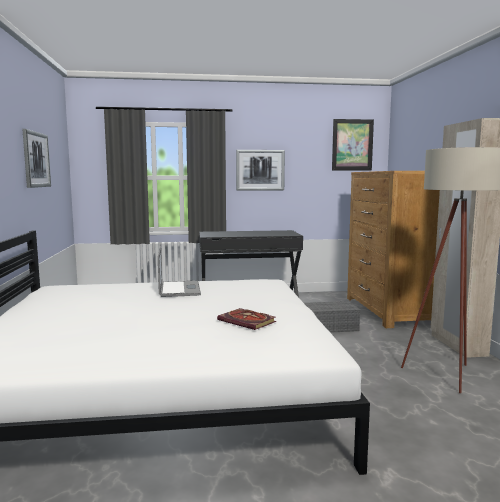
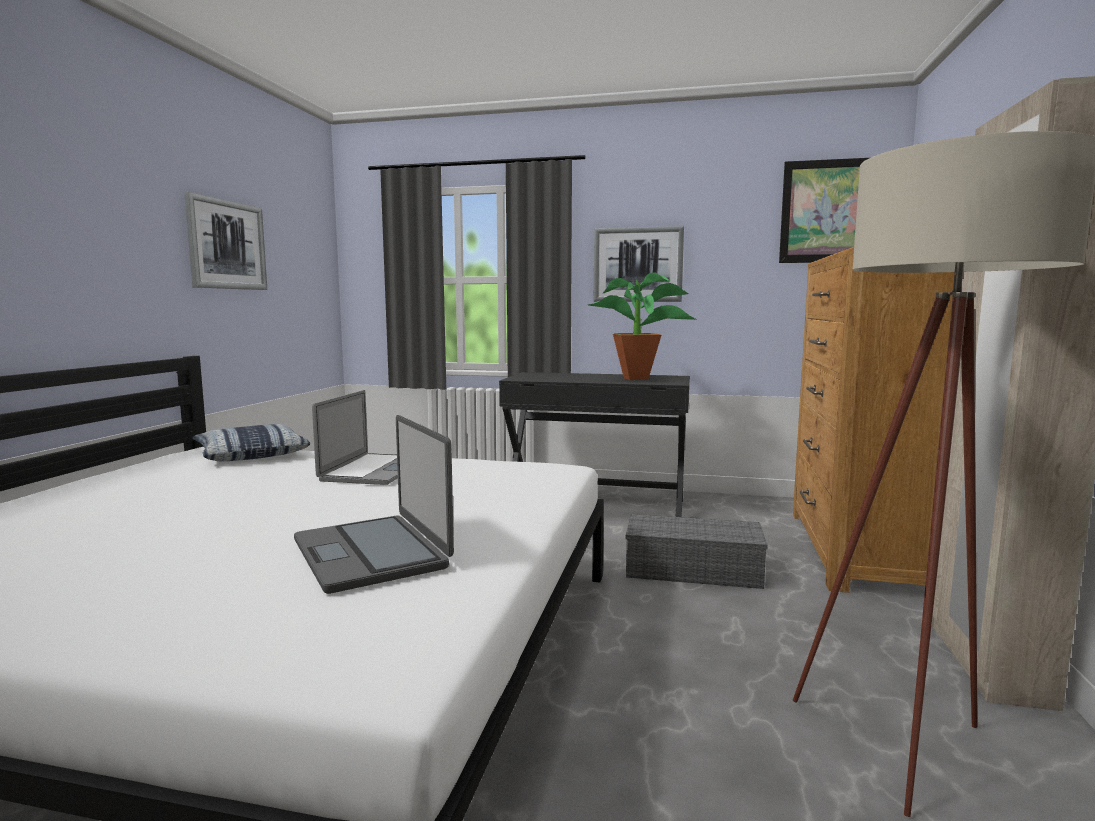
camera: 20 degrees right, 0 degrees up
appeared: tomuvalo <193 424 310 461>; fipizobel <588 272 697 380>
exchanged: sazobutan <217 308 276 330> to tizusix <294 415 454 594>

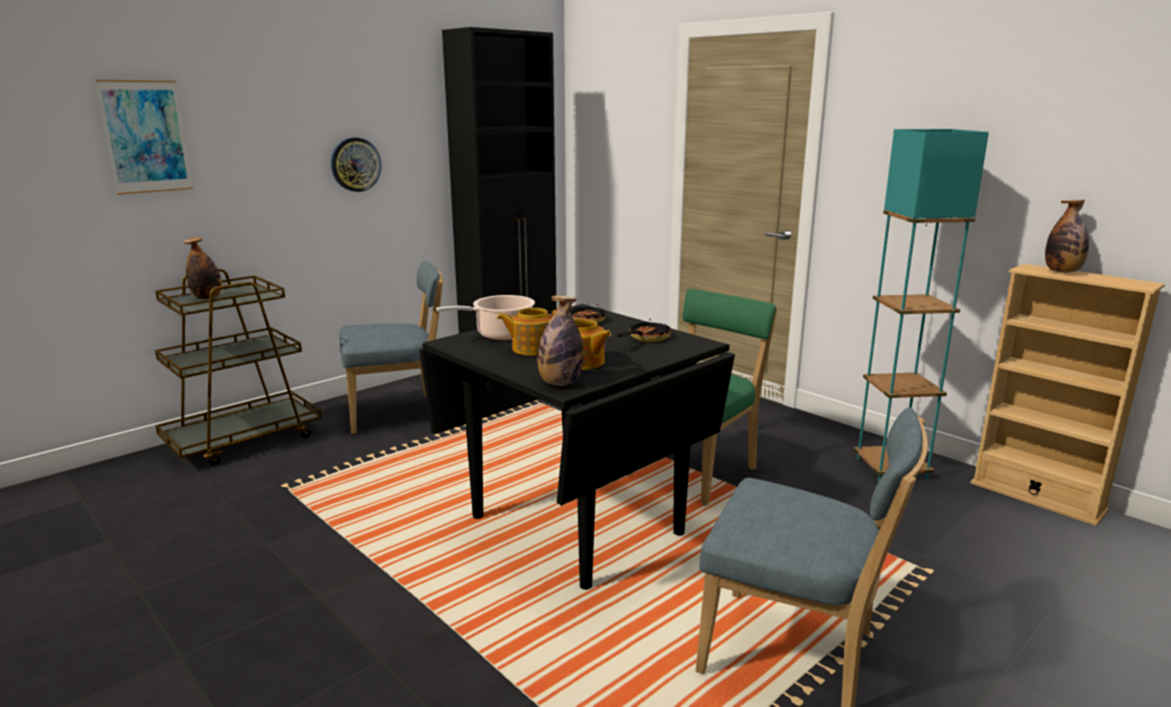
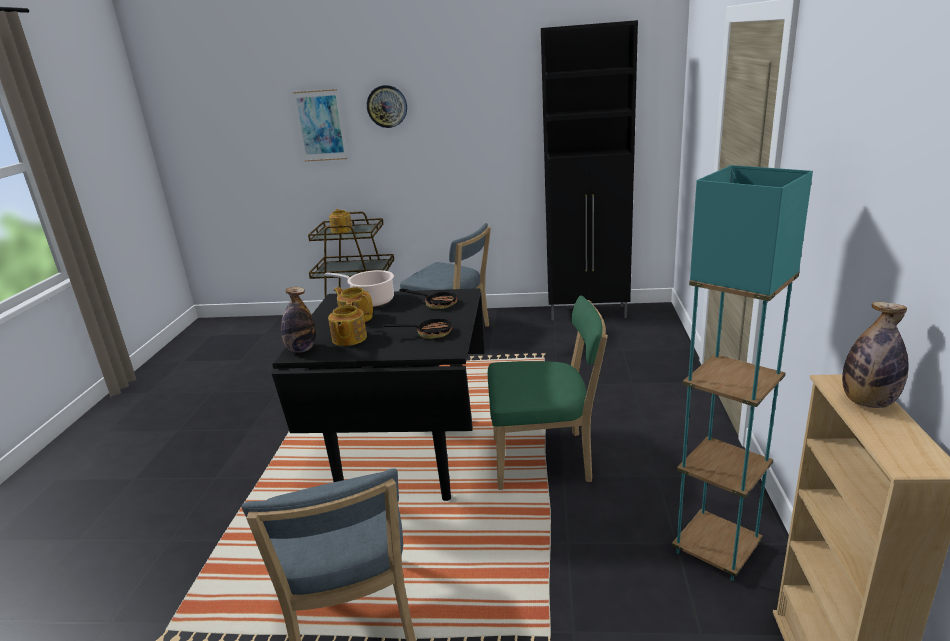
camera: 50 degrees right, 5 degrees up
relocated: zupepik <331 138 382 192> to <367 85 407 128>
exchanged: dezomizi <184 237 222 299> to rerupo <329 209 352 233>

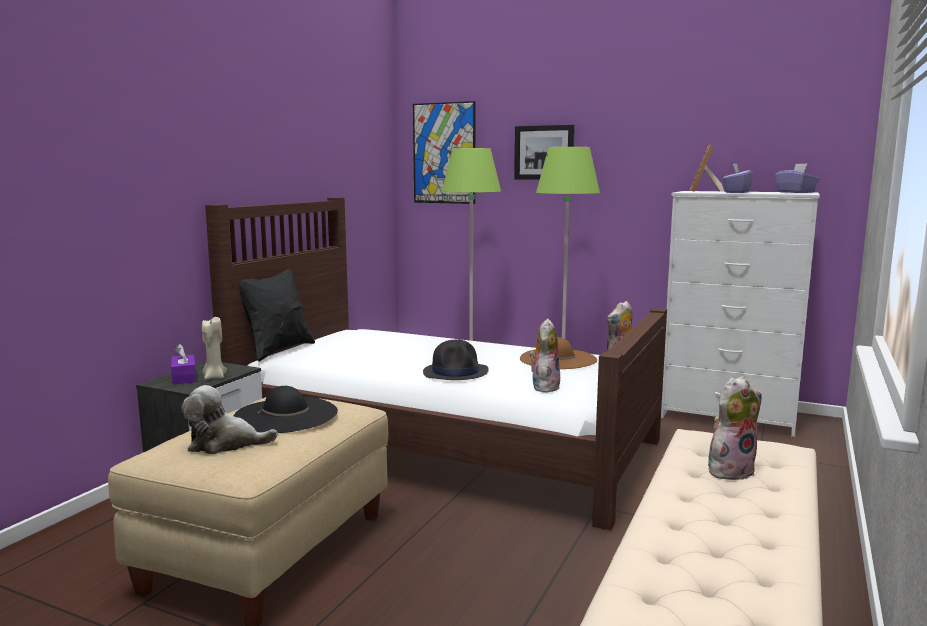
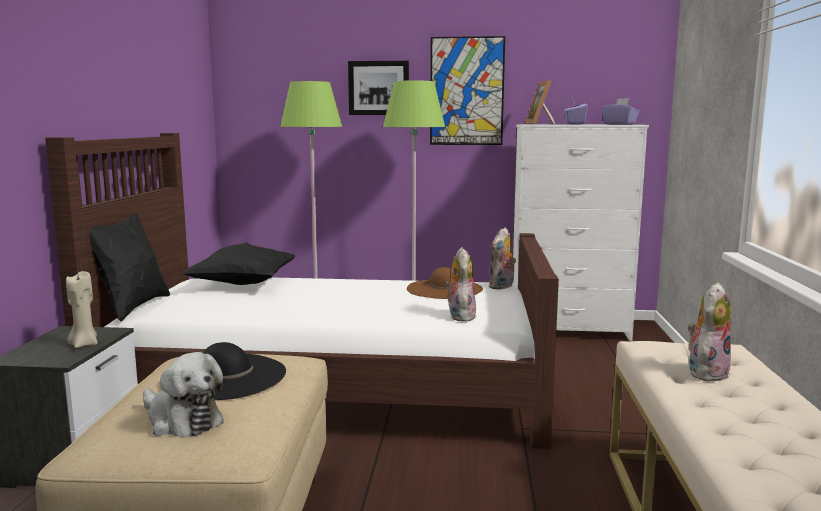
camera: 20 degrees left, 0 degrees up
missing: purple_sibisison <171 344 197 384>; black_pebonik <423 339 489 380>
appeared: black_tomuvalo <182 242 295 285>
relocated: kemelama <413 101 476 204> to <430 36 505 145>
spun: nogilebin <182 385 278 454> = <143 352 224 438> 120 degrees counterclockwise

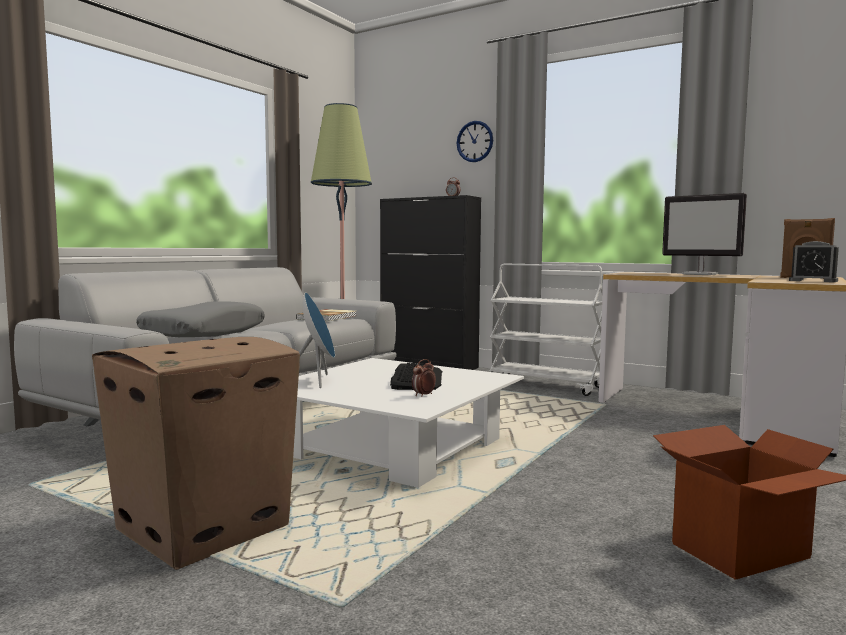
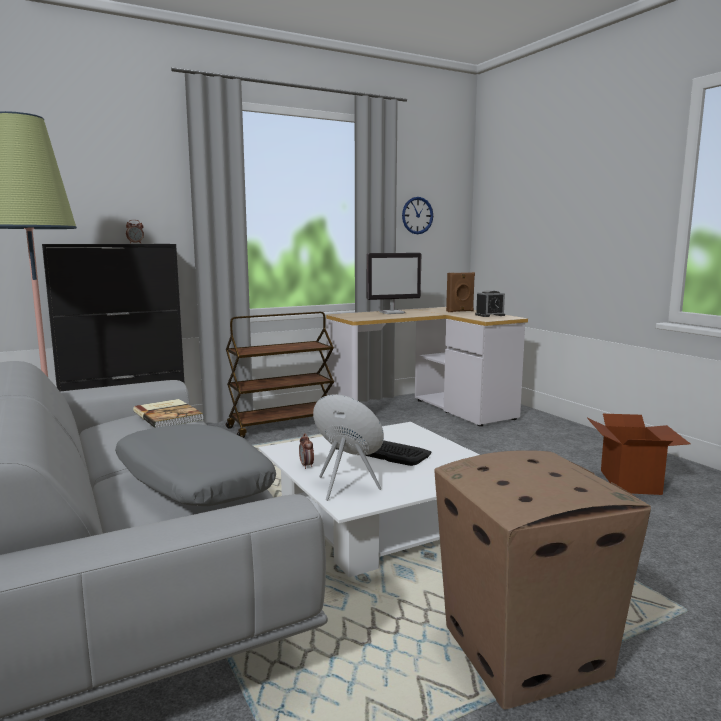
camera: 60 degrees left, 5 degrees up
relocated: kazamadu <412 359 436 396> to <299 433 314 469>; zupepik <457 121 493 162> to <402 197 433 234>
colour: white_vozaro <489 264 603 396> to brown_vozaro <226 312 334 438>

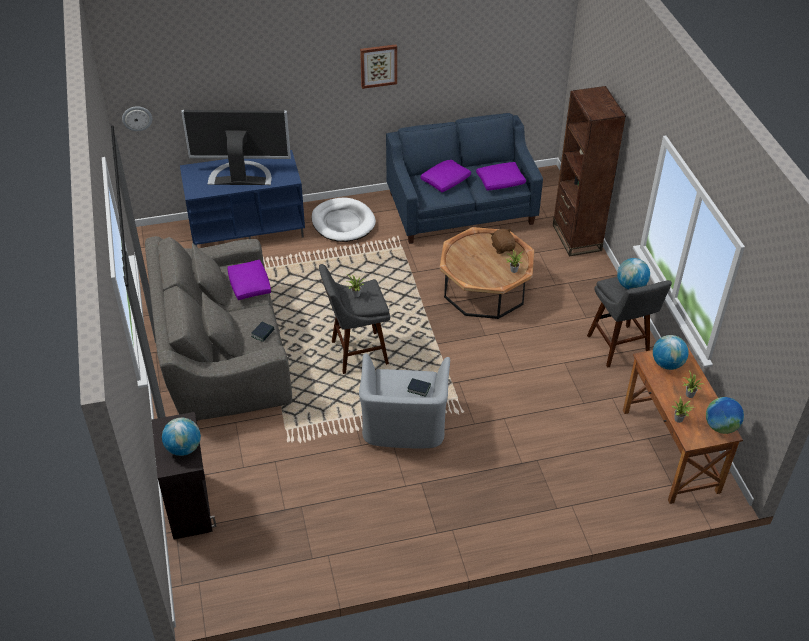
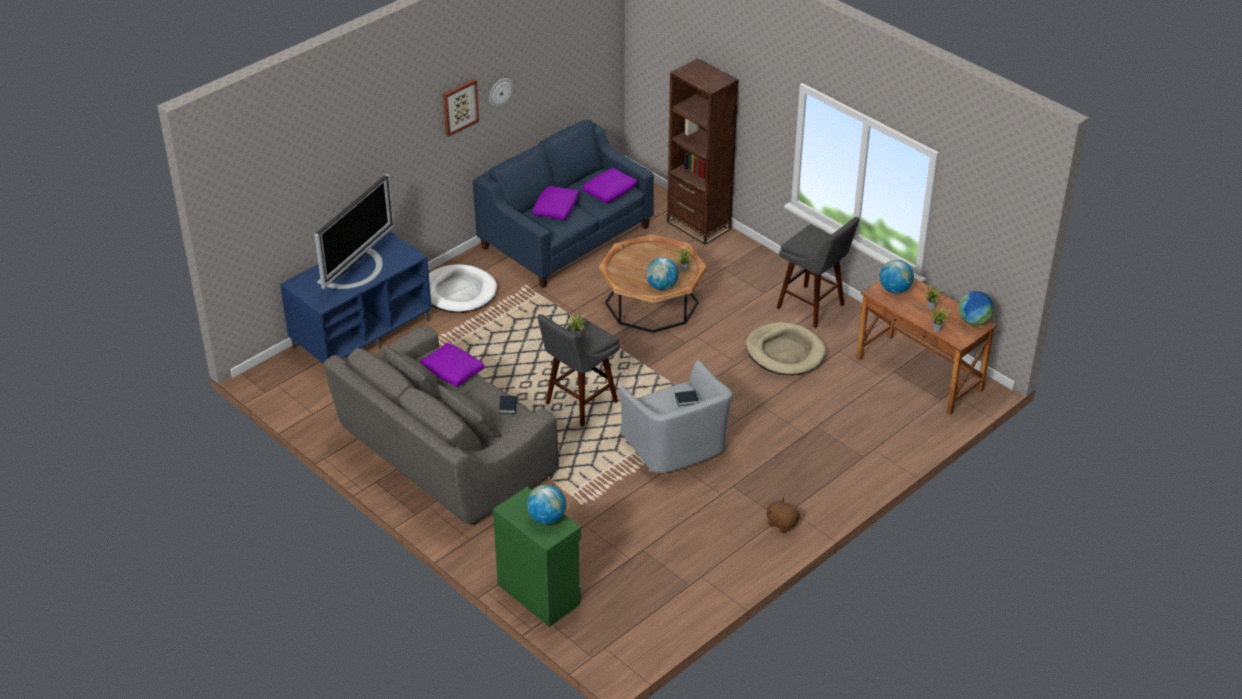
camera: 30 degrees left, 5 degrees down
appeared: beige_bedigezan <745 322 826 375>
relocated: zupepik <122 106 152 131> to <489 78 513 107>; brown_nogilebin <491 229 516 254> to <767 498 800 533>; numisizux <617 258 650 290> to <646 257 679 290>
colour: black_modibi <152 412 217 540> to green_modibi <493 487 581 627>
spun: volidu <181 110 291 185> = <314 174 394 289> 150 degrees clockwise

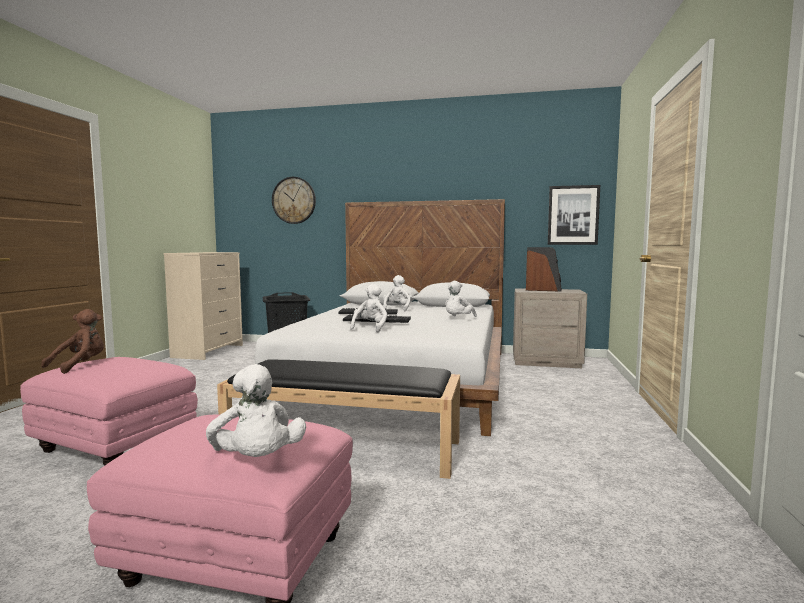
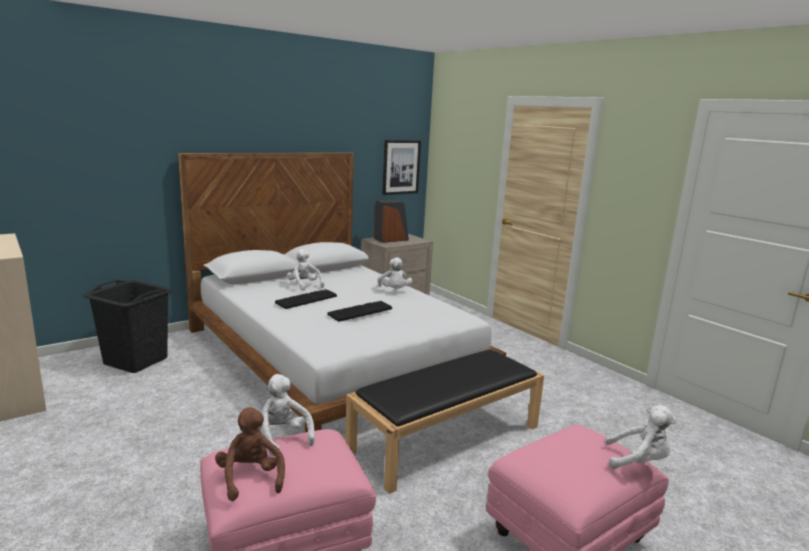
camera: 50 degrees left, 10 degrees up
missing: zupepik <272 177 316 224>
relocated: white_nogilebin <350 284 387 332> to <259 374 315 456>

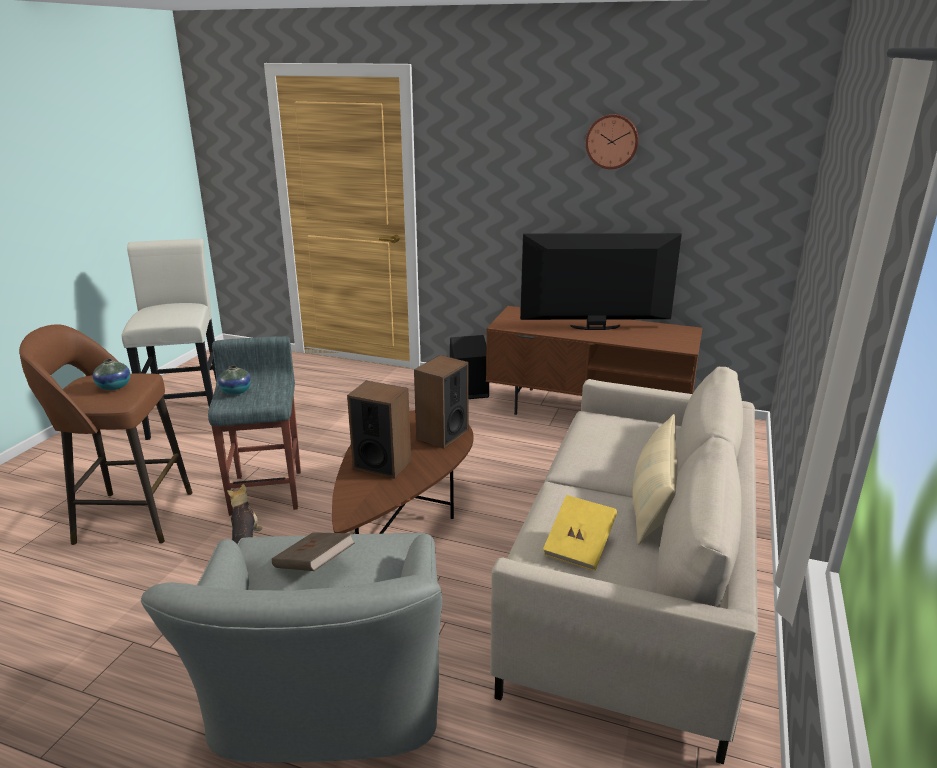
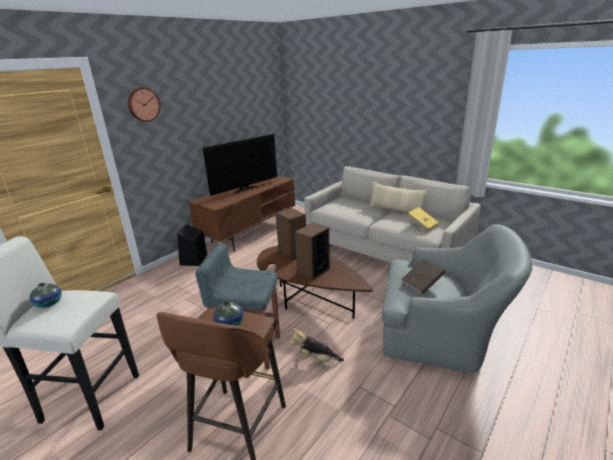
camera: 70 degrees left, 0 degrees up
relocated: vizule <218 365 251 395> to <29 283 62 308>; zupepik <586 114 639 169> to <128 88 161 122>
spun: volidu <520 233 682 330> = <203 134 277 196> 150 degrees counterclockwise

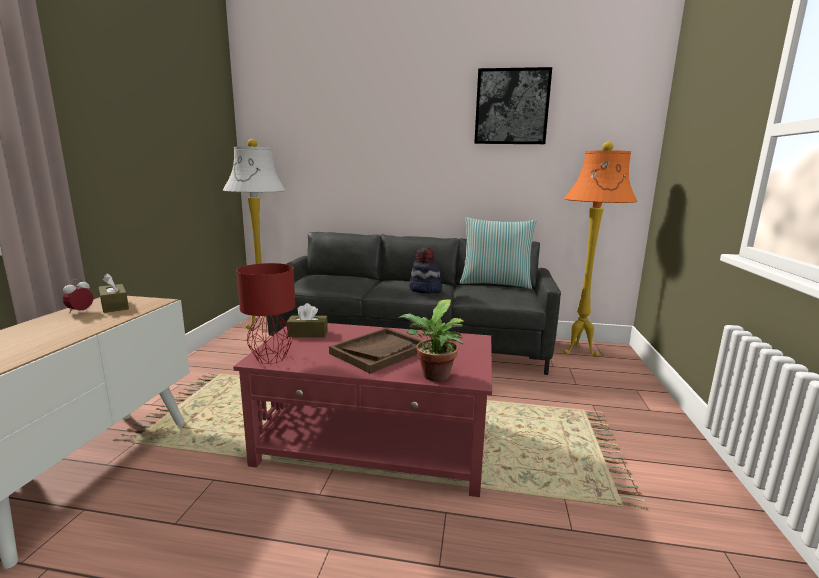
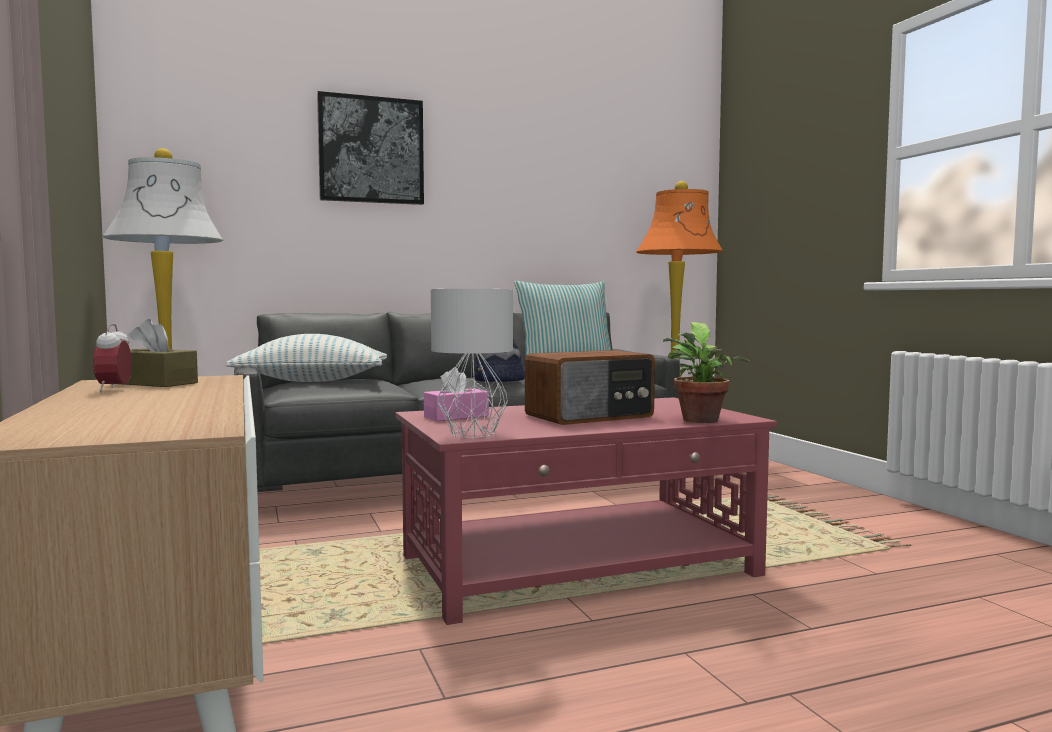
camera: 30 degrees left, 10 degrees down
appeared: tomuvalo <226 334 387 382>
relocated: kemelama <474 67 552 144> to <317 91 424 205>
exchanged: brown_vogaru <329 328 422 374> to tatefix <525 350 655 425>
colour: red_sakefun <236 263 295 364> to grey_sakefun <431 289 513 438>; brown_sibisison <287 303 328 337> to pink_sibisison <424 367 489 421>

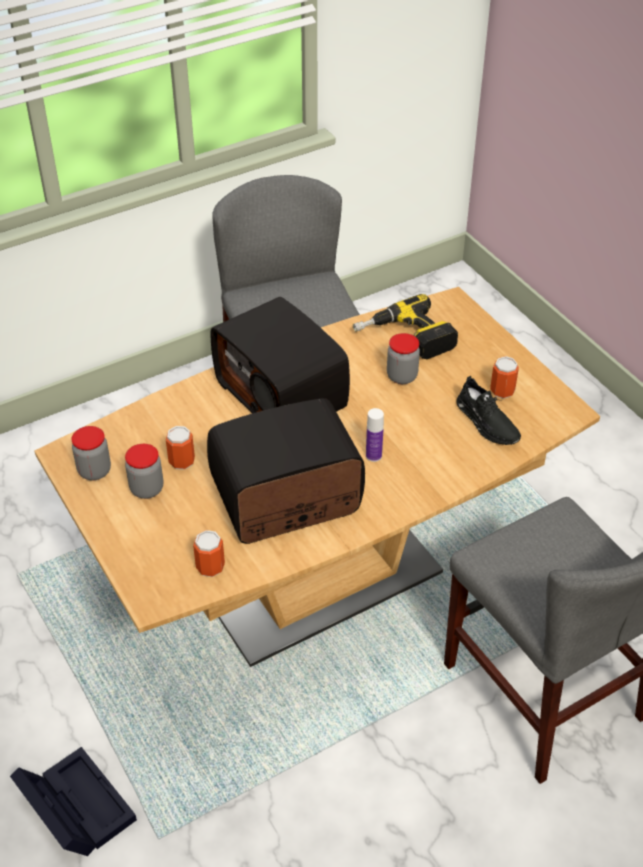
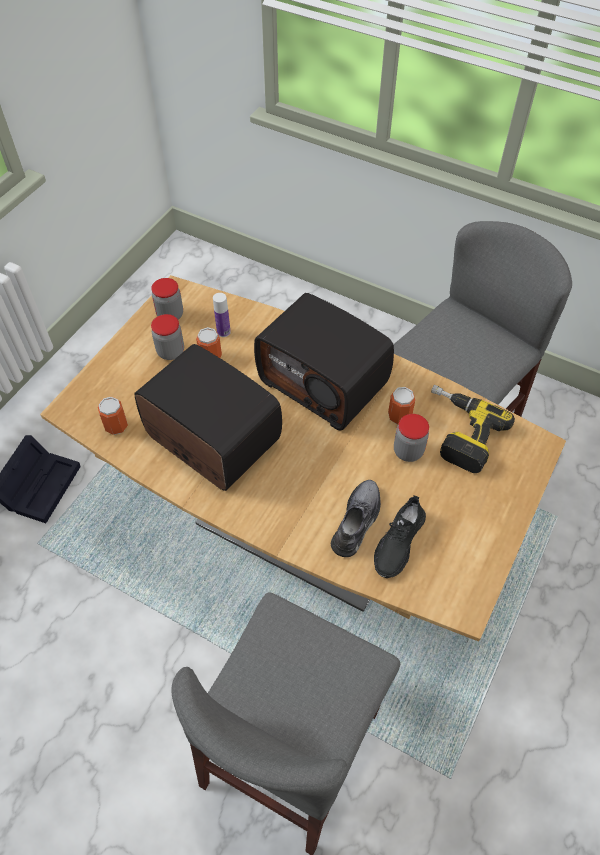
camera: 60 degrees right, 10 degrees up
appeared: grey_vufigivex <331 480 381 557>
relocated: dezomizi <366 408 384 462> to <213 293 231 337>; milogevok <490 356 519 399> to <388 387 415 425>
spun: tatefix <211 297 350 413> = <254 293 394 430> 75 degrees counterclockwise

